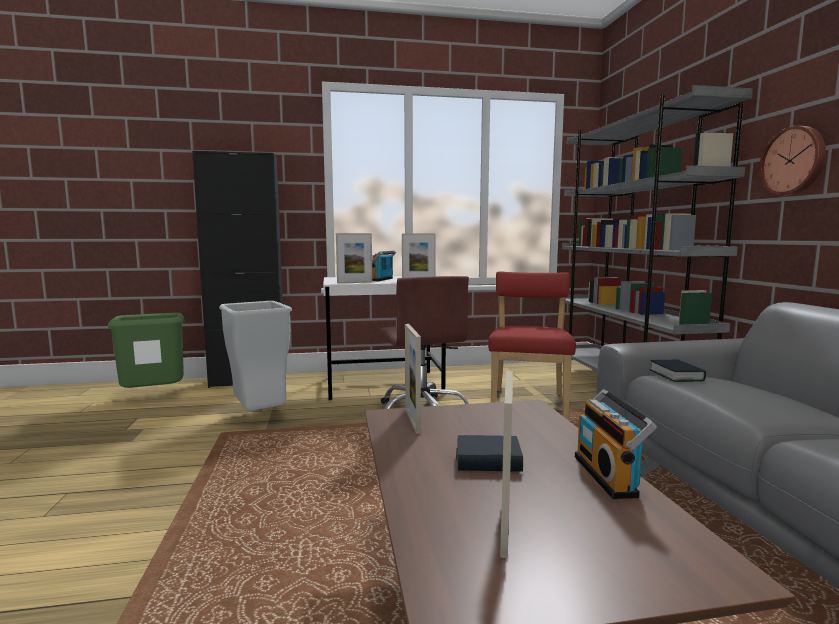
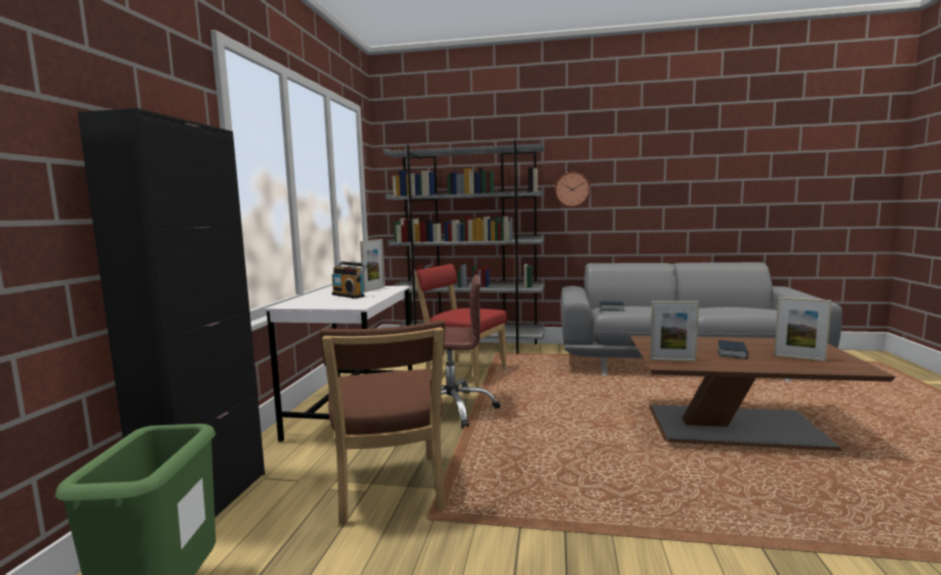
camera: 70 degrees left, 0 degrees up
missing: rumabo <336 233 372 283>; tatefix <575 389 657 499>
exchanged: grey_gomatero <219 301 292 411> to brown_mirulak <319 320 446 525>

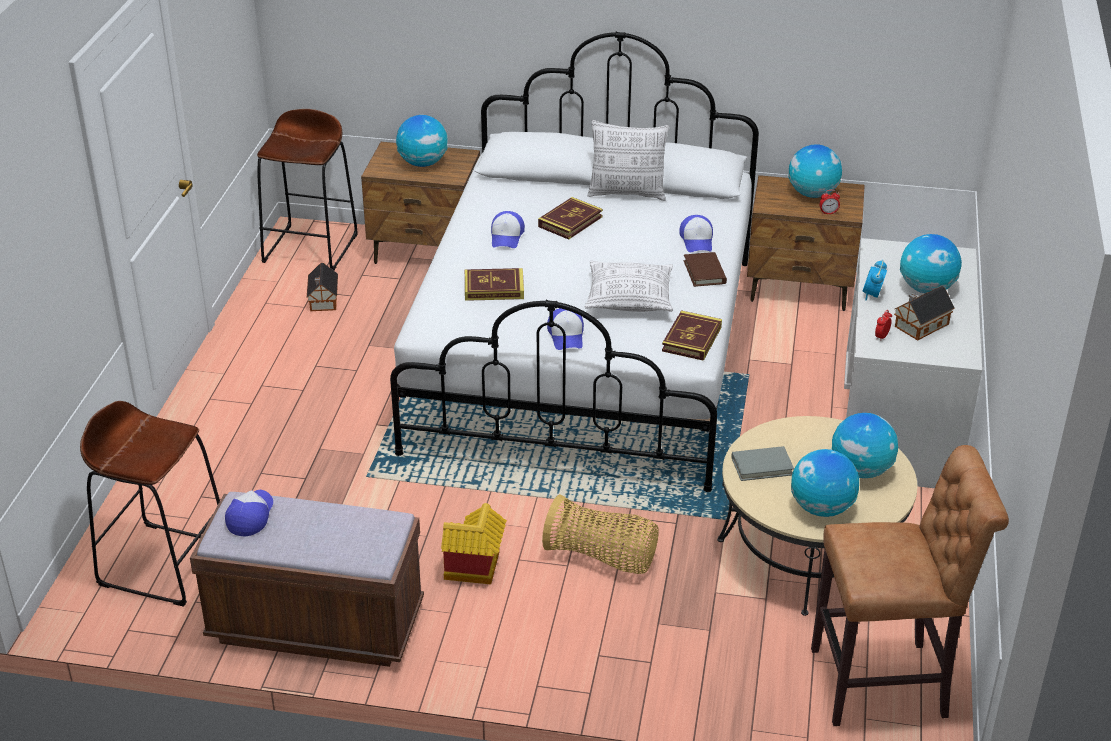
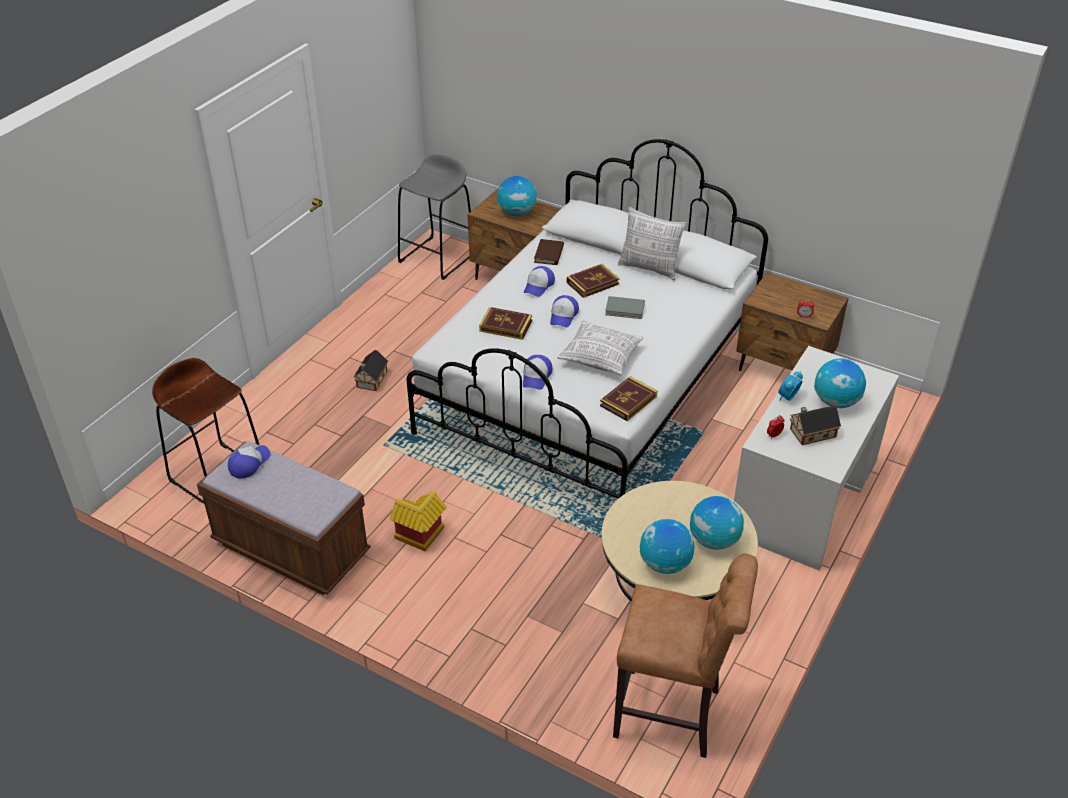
camera: 20 degrees right, 5 degrees up
missing: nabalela <542 494 659 574>; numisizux <788 144 842 198>
relocated: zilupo <307 263 338 311> to <353 350 388 391>; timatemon <679 215 713 252> to <550 295 579 327>; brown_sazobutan <684 252 727 287> to <534 239 564 265>; grey_sazobutan <732 446 794 481> to <605 296 645 319>
colour: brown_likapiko <257 109 358 270> to grey_likapiko <398 154 471 280>

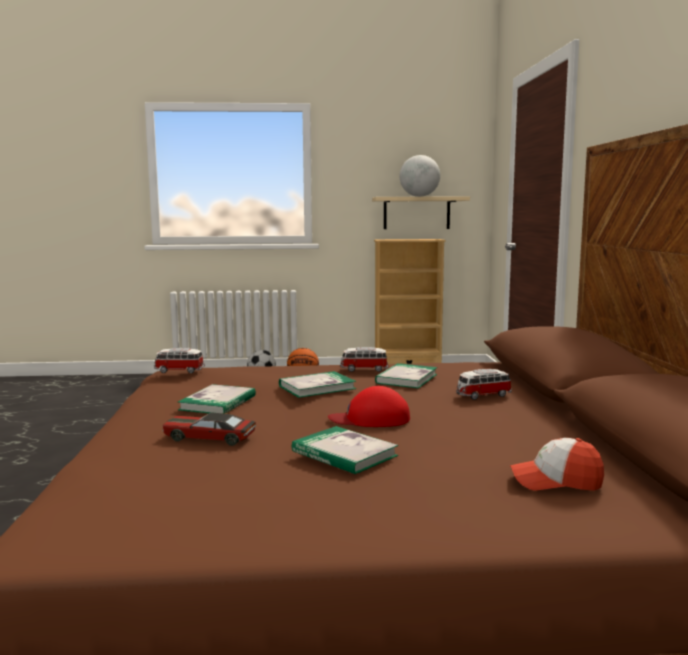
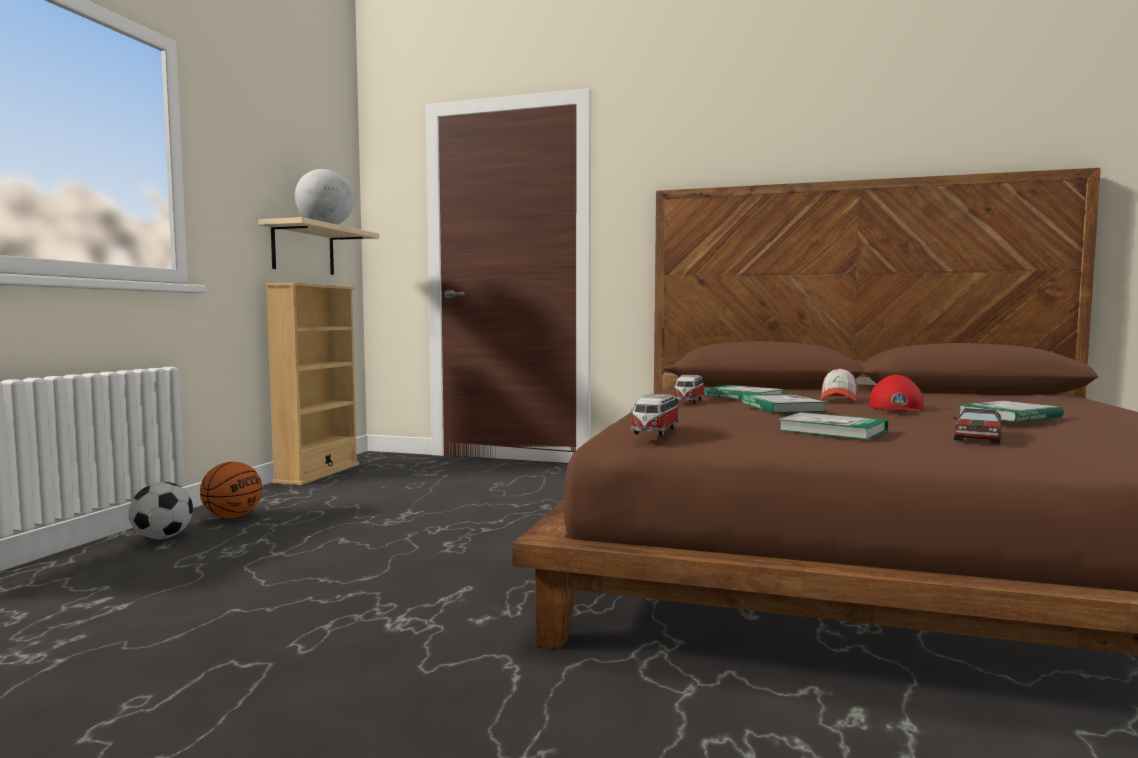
camera: 70 degrees left, 5 degrees down
missing: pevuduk <456 369 512 400>
relocated: timatemon <510 438 604 491> to <820 368 858 402>

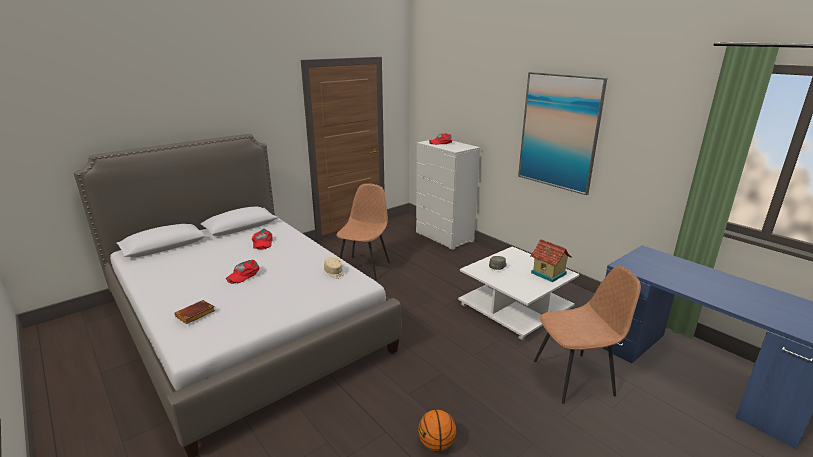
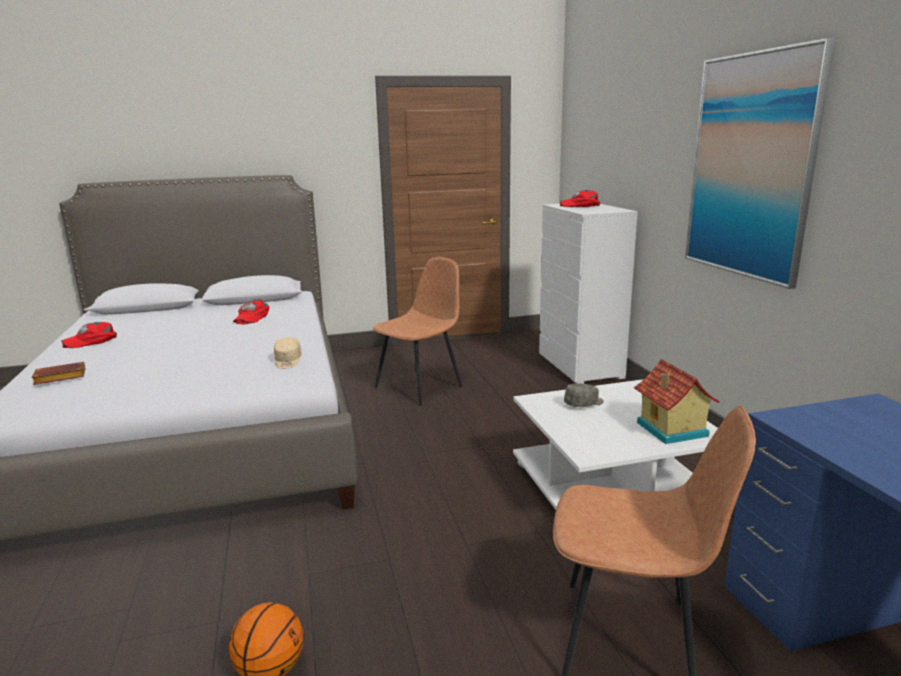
camera: 25 degrees right, 5 degrees down
relocated: red_timatemon <226 260 260 284> to <61 322 117 348>

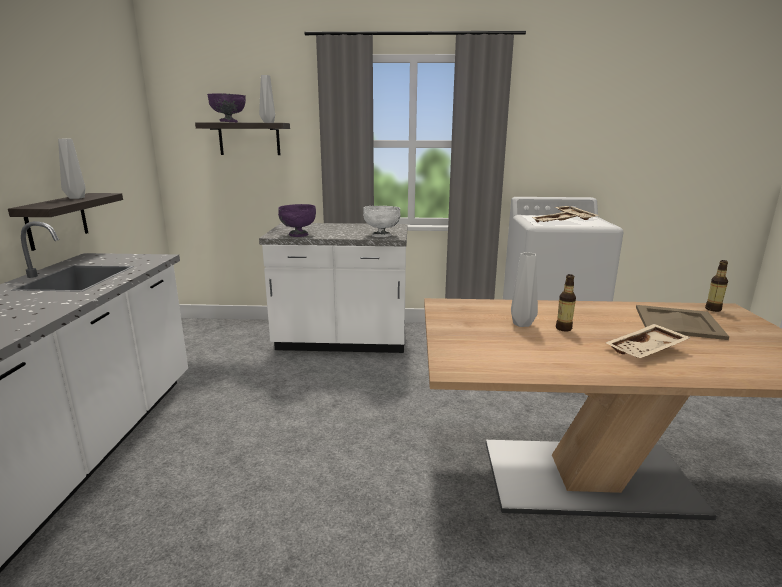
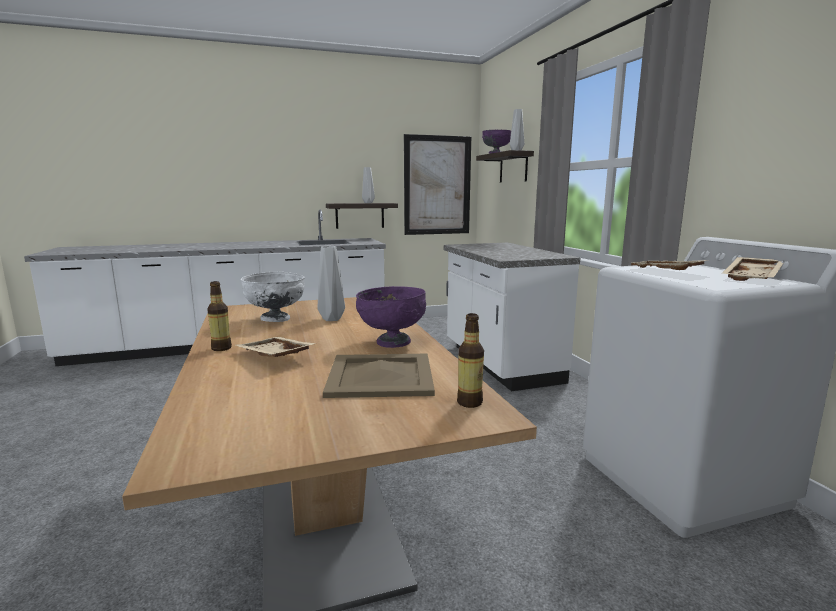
camera: 70 degrees right, 5 degrees down
appeared: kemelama <404 134 471 235>
relocated: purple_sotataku <278 204 316 237> to <356 286 426 348>; white_sotataku <363 206 401 237> to <241 272 305 322>; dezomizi <556 274 576 332> to <207 281 232 351>

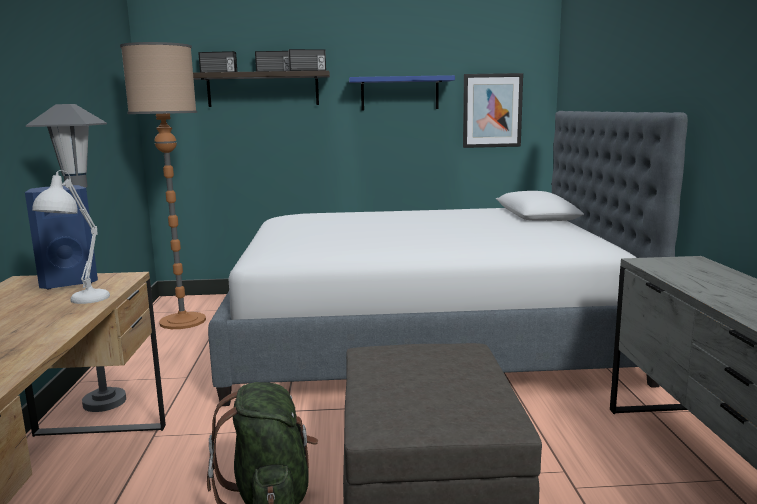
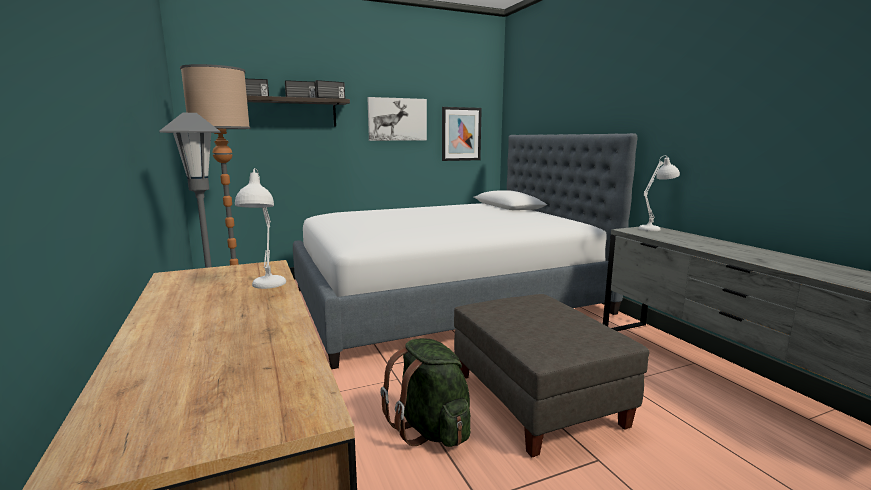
camera: 20 degrees left, 0 degrees up
missing: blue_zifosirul <25 185 98 290>
appeared: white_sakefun <638 155 680 231>
exchanged: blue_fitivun <349 75 455 110> to kemelama <367 97 427 141>

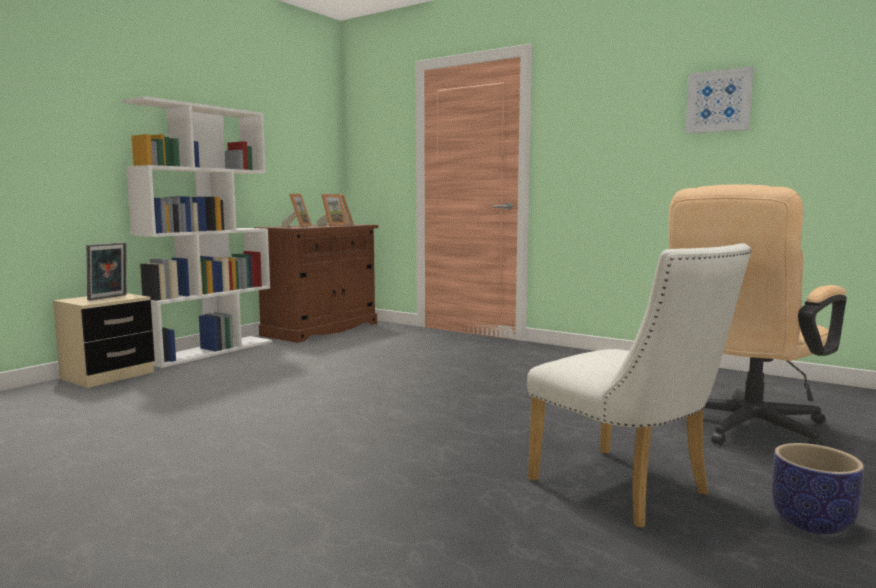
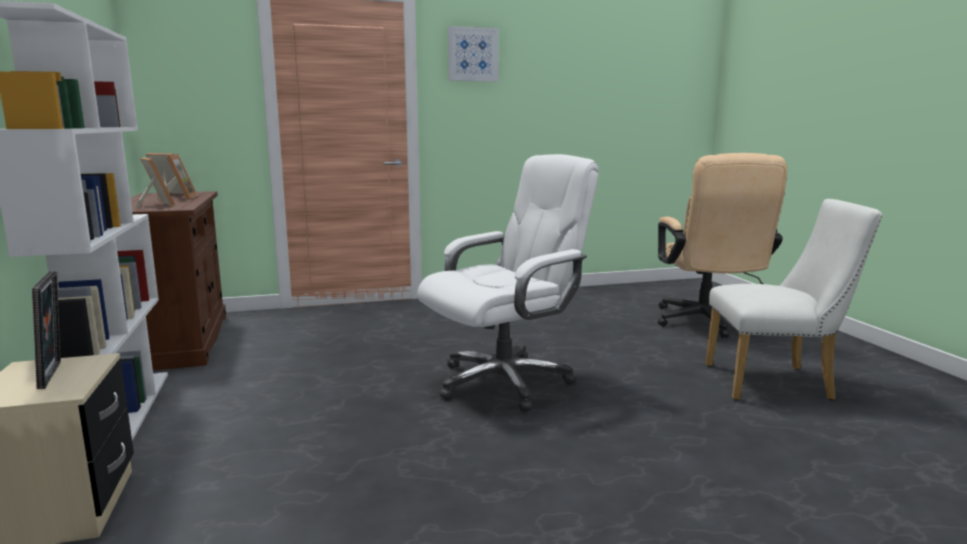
camera: 50 degrees left, 5 degrees up
missing: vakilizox <772 443 864 535>
appeared: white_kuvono <418 154 599 411>
relocated: kemelama <685 67 754 134> to <448 26 499 82>

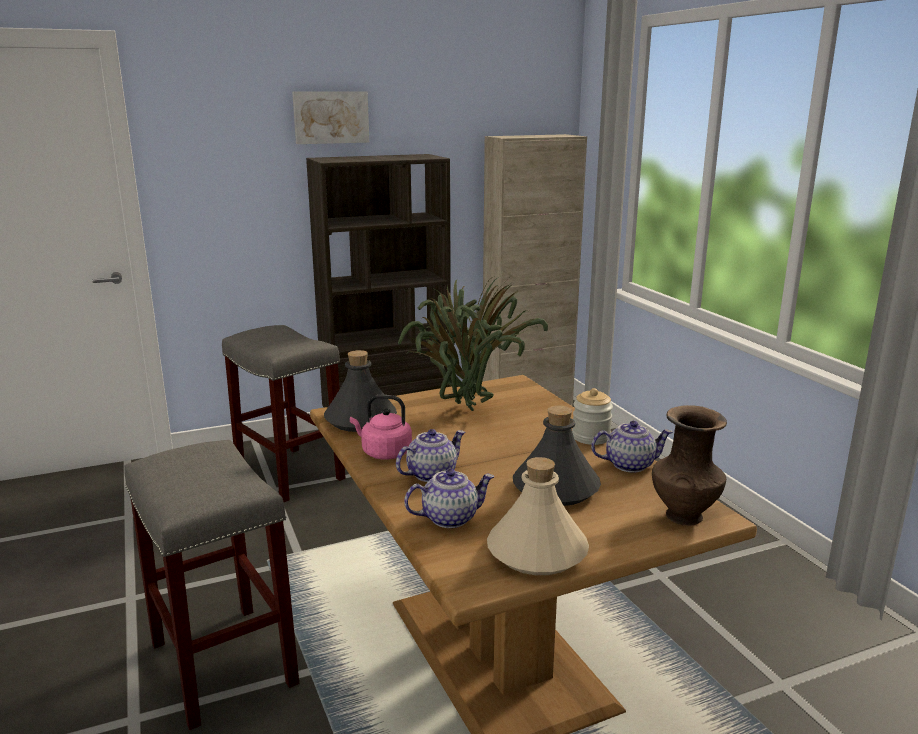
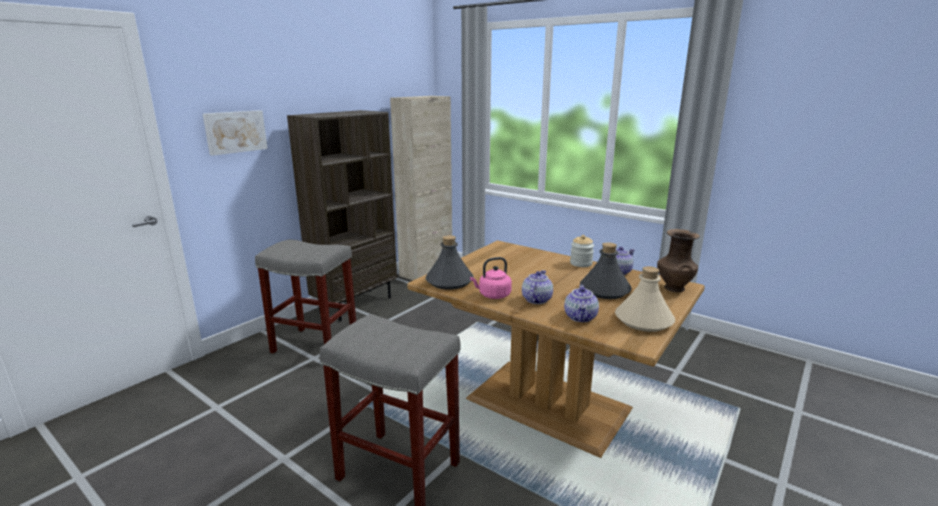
camera: 30 degrees left, 0 degrees up
missing: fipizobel <398 276 548 411>
relocated: kemelama <292 91 369 144> to <203 110 268 156>
spun: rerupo <404 469 494 528> = <564 284 599 322> 150 degrees clockwise

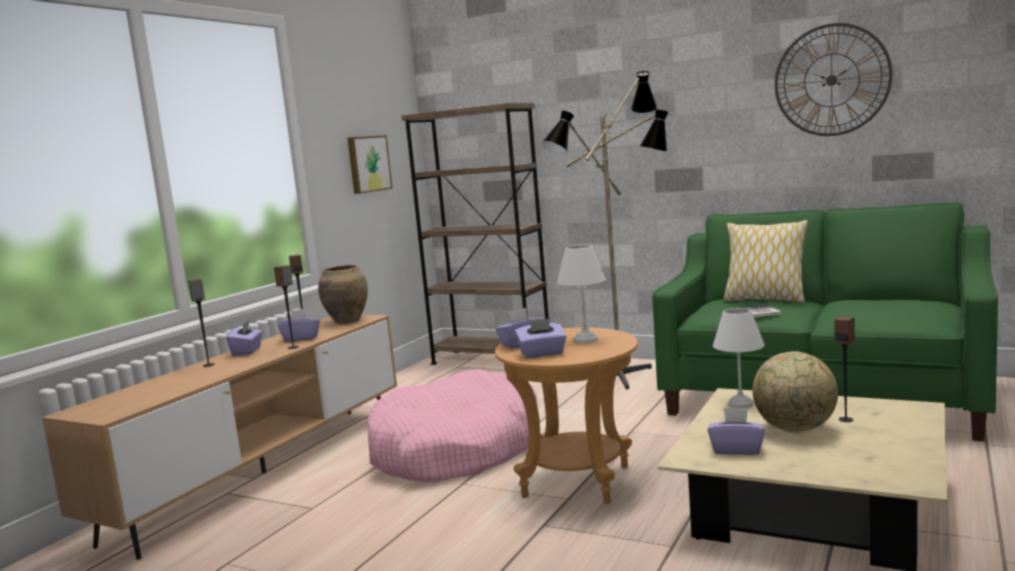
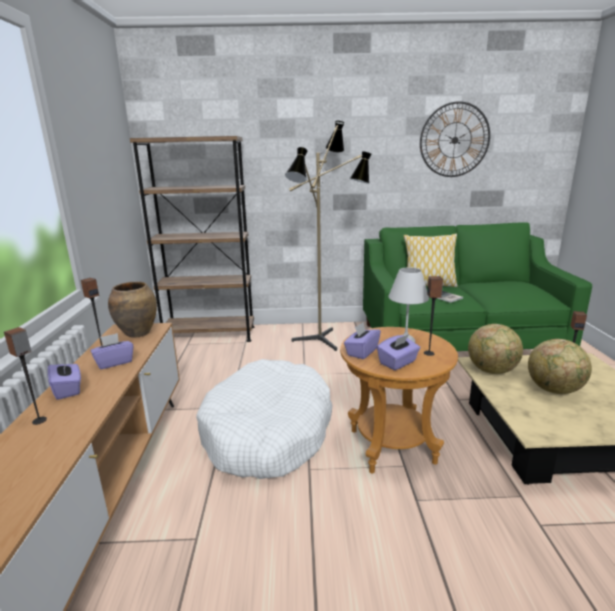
camera: 30 degrees left, 10 degrees up
missing: kemelama <347 135 393 194>; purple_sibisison <708 408 765 455>
relocated: zifosirul <274 266 299 349> to <424 276 443 356>
exchanged: white_sakefun <713 308 764 409> to numisizux <468 324 523 374>
colour: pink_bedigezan <368 369 540 483> to white_bedigezan <196 359 333 479>

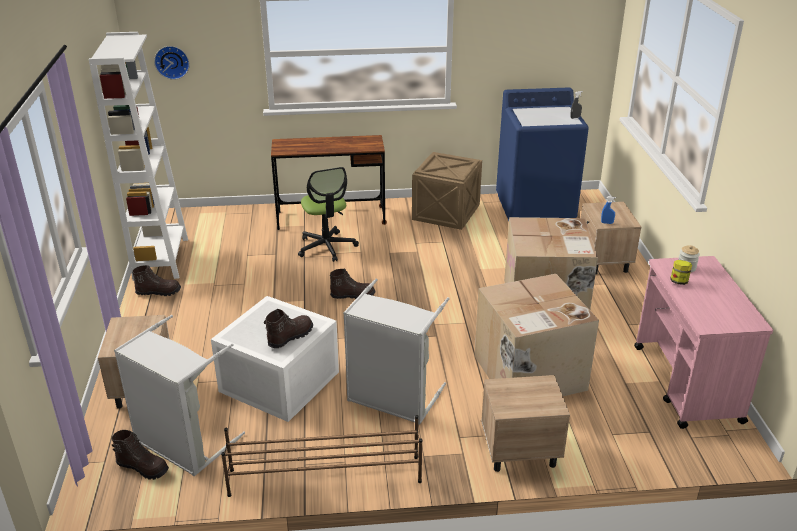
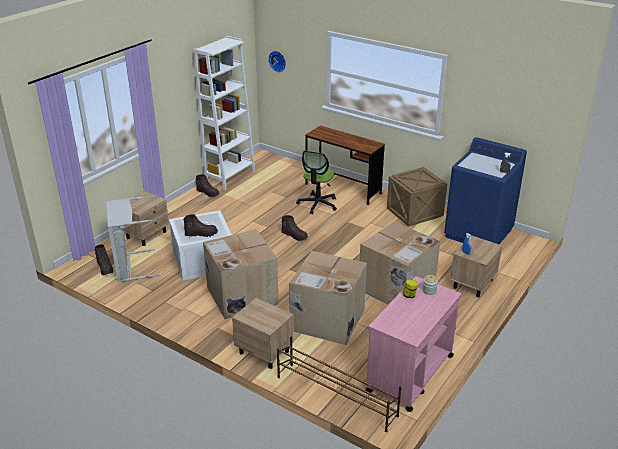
camera: 40 degrees right, 0 degrees up
relocated: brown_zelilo <221 415 422 497> to <277 336 401 432>
exchanged: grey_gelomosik <343 279 450 424> to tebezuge <203 229 279 319>

